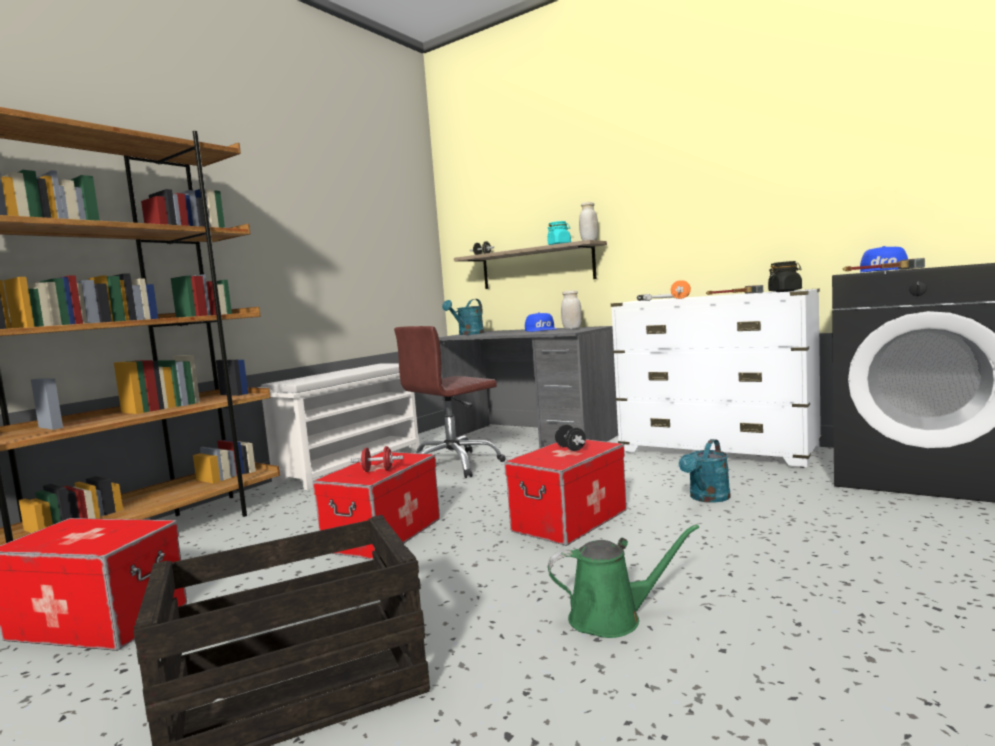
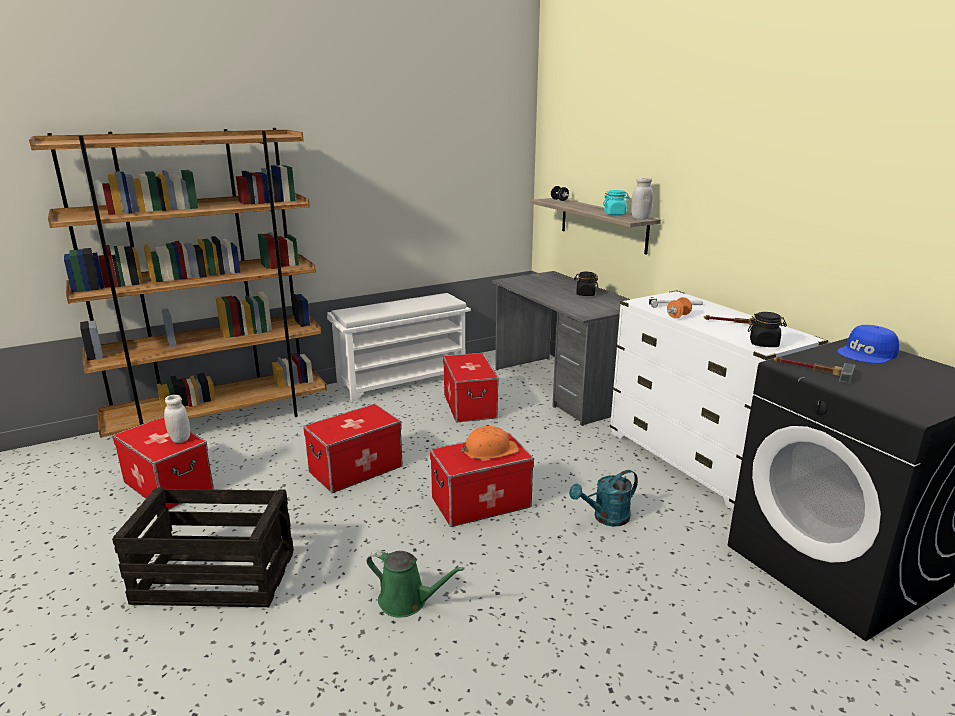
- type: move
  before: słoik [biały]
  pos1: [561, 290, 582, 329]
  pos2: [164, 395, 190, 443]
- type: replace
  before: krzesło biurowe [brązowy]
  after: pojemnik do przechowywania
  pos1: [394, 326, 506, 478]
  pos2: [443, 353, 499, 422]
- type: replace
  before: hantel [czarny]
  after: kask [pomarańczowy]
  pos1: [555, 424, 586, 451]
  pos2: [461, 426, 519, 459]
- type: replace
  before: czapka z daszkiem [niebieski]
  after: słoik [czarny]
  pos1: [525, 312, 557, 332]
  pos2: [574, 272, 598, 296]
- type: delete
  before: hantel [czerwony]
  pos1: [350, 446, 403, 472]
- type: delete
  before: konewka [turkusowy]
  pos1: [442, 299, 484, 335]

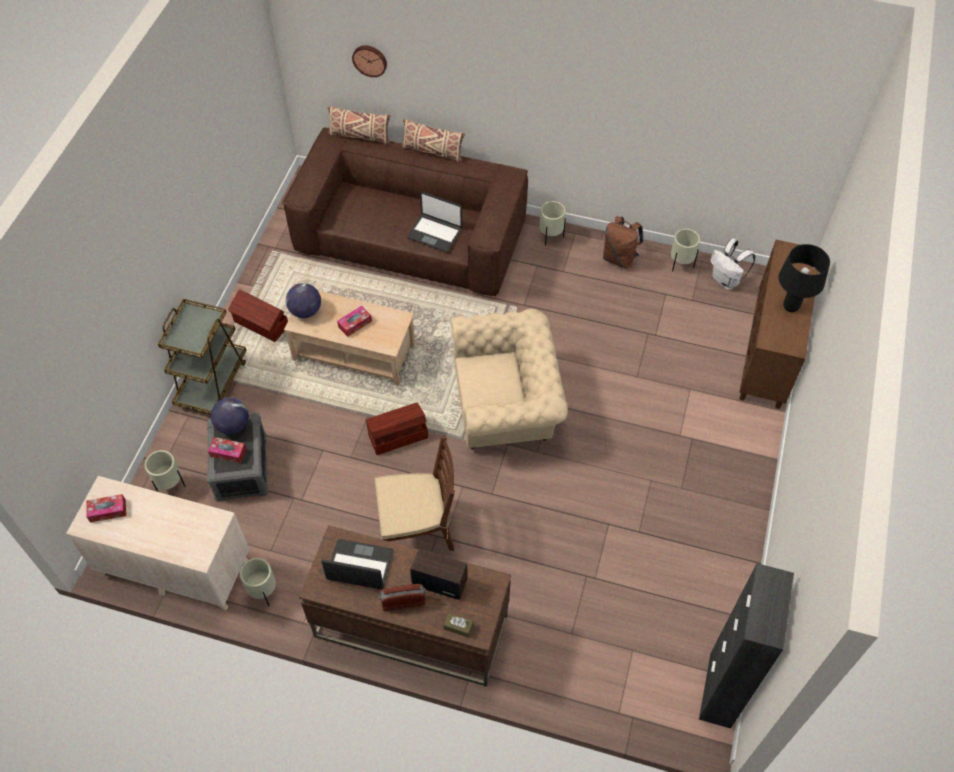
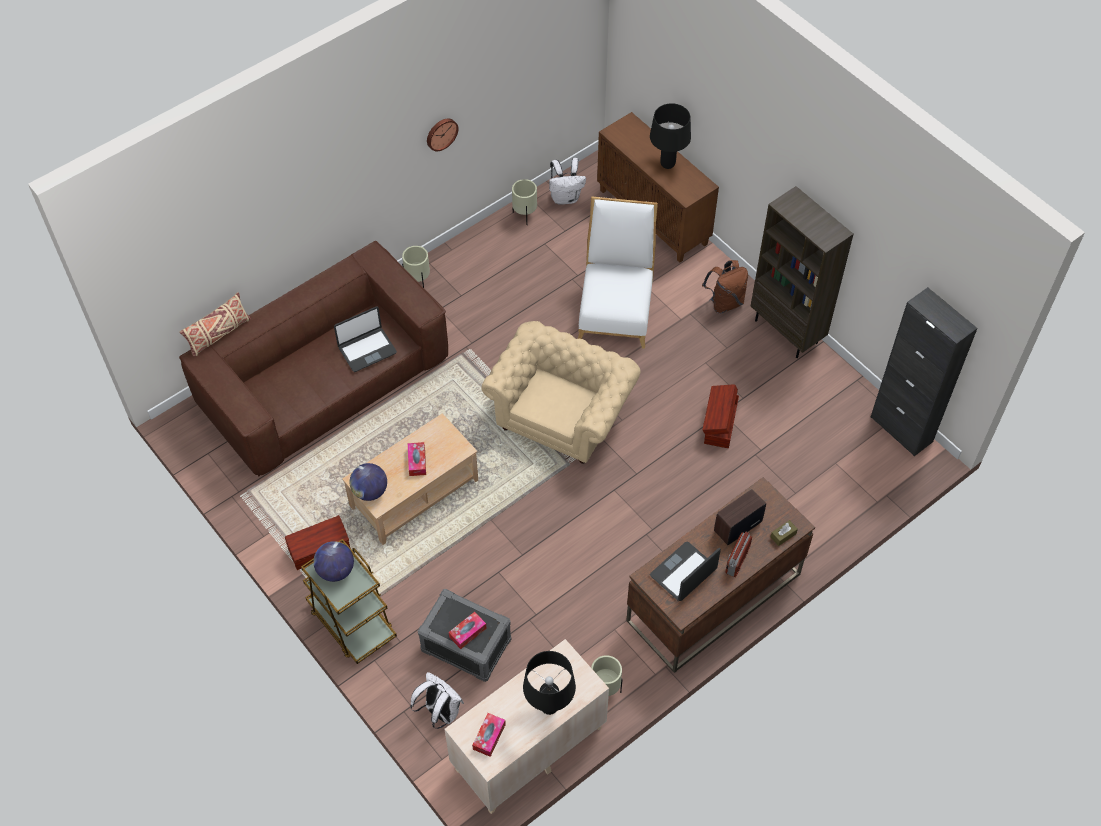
- type: move
  before: globus
  pos1: [211, 397, 249, 434]
  pos2: [313, 541, 354, 582]
- type: replace
  before: donica [beżowy]
  after: plecak [biały]
  pos1: [145, 450, 185, 492]
  pos2: [410, 672, 464, 729]
- type: move
  before: zegar ścienny
  pos1: [352, 45, 387, 77]
  pos2: [427, 118, 459, 151]
- type: insert
  after: lampa stołowa [czarny]
  pos2: [523, 651, 576, 715]
- type: insert
  after: krzesło [biały]
  pos2: [578, 196, 658, 349]
- type: move
  before: plecak [brązowy]
  pos1: [603, 217, 643, 269]
  pos2: [702, 260, 748, 313]
- type: move
  before: pojemnik do przechowywania [brązowy]
  pos1: [365, 403, 428, 455]
  pos2: [703, 384, 739, 448]
- type: insert
  after: regał [brązowy]
  pos2: [751, 186, 853, 358]
- type: delete
  before: krzesło [brązowy]
  pos1: [375, 435, 455, 551]
- type: delete
  before: poduszka [beżowy]
  pos1: [402, 119, 465, 163]

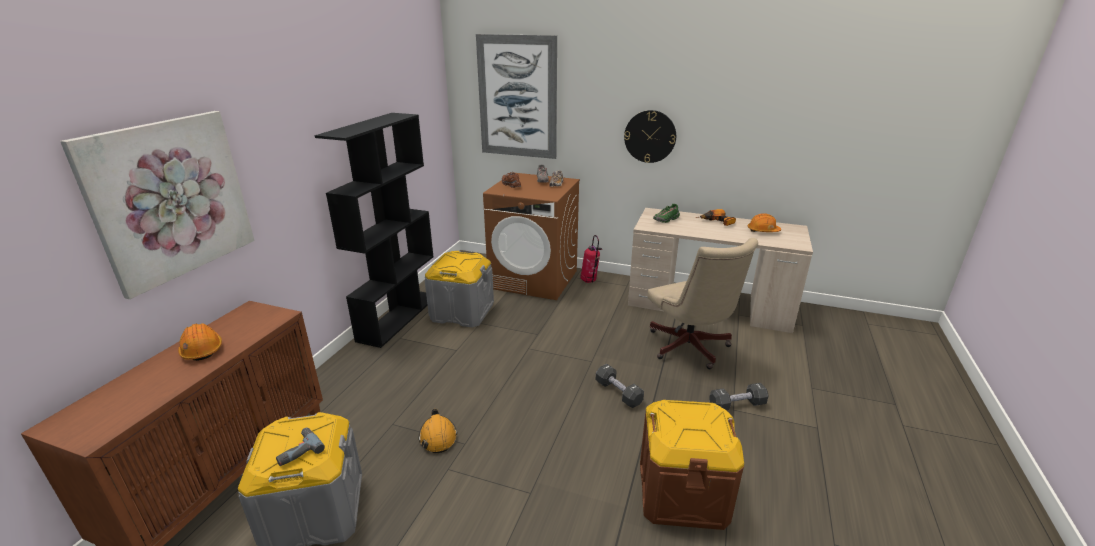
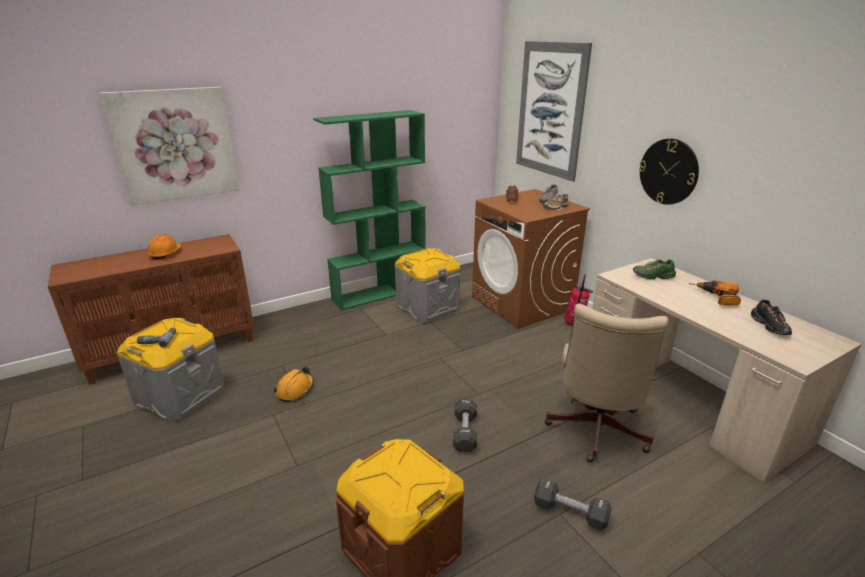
- type: recolor
  before: regał [czarny]
  after: regał [zielony]
  pos1: [315, 113, 434, 348]
  pos2: [313, 110, 426, 311]
- type: replace
  before: kask [pomarańczowy]
  after: but [czarny]
  pos1: [748, 213, 781, 232]
  pos2: [751, 299, 792, 335]

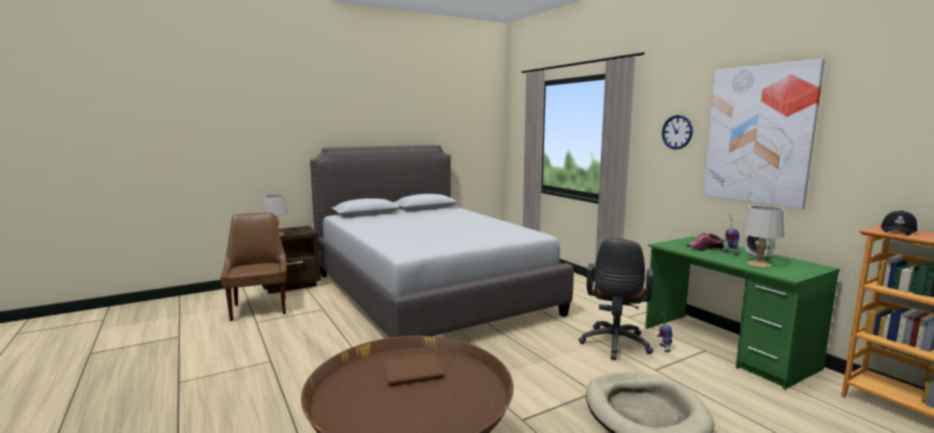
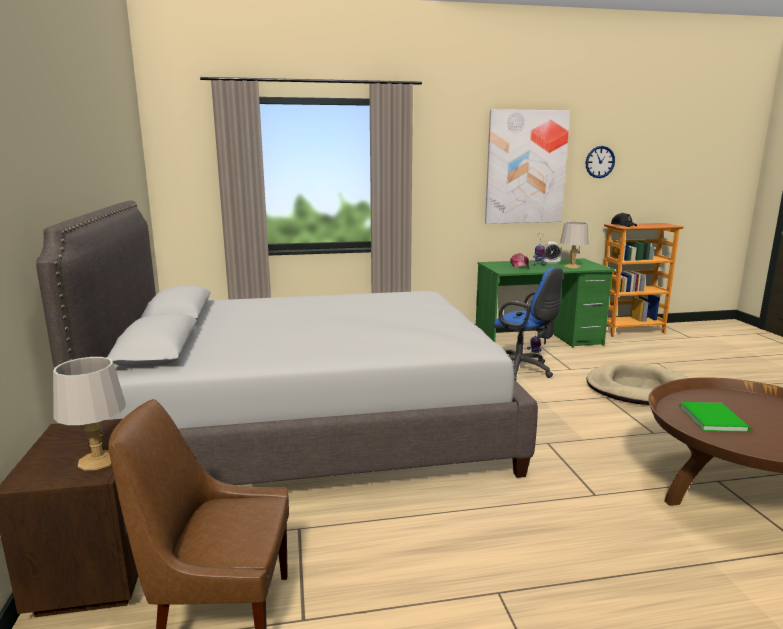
- type: recolor
  before: krzesło biurowe [brązowy]
  after: krzesło biurowe [niebieski]
  pos1: [578, 238, 653, 360]
  pos2: [494, 267, 563, 381]
- type: move
  before: zegar ścienny
  pos1: [662, 115, 693, 149]
  pos2: [586, 146, 615, 178]
- type: recolor
  before: książka [brązowy]
  after: książka [zielony]
  pos1: [383, 353, 444, 387]
  pos2: [680, 402, 750, 432]

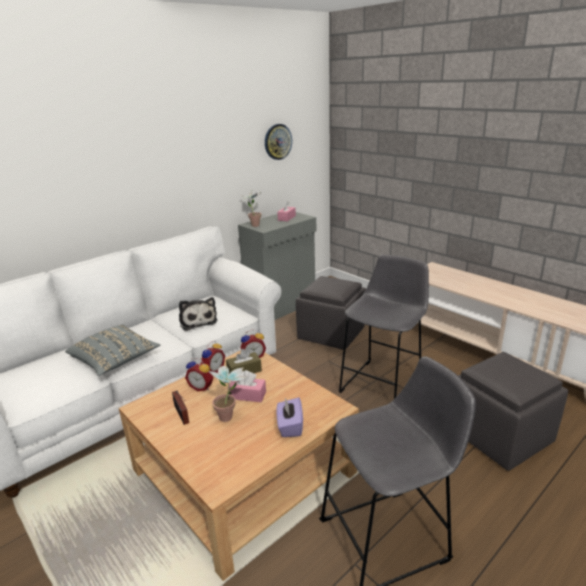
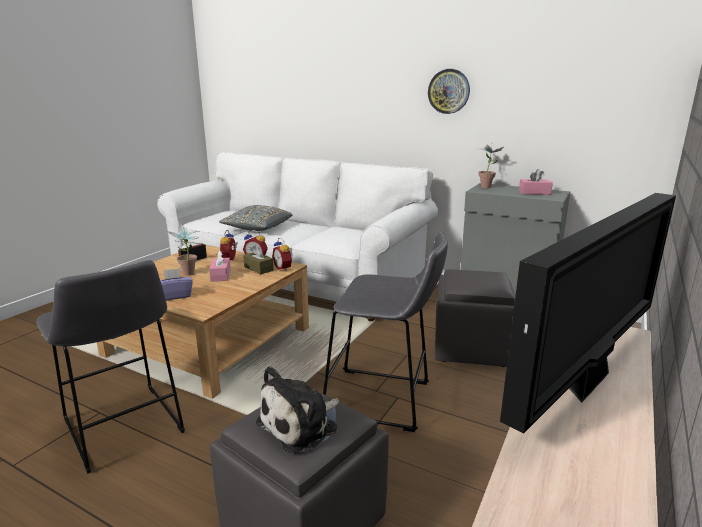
- type: move
  before: pluszak
  pos1: [179, 297, 218, 331]
  pos2: [256, 366, 339, 453]
- type: move
  before: zegar ścienny
  pos1: [265, 124, 292, 160]
  pos2: [428, 69, 470, 114]
- type: insert
  after: telewizor
  pos2: [500, 193, 676, 433]

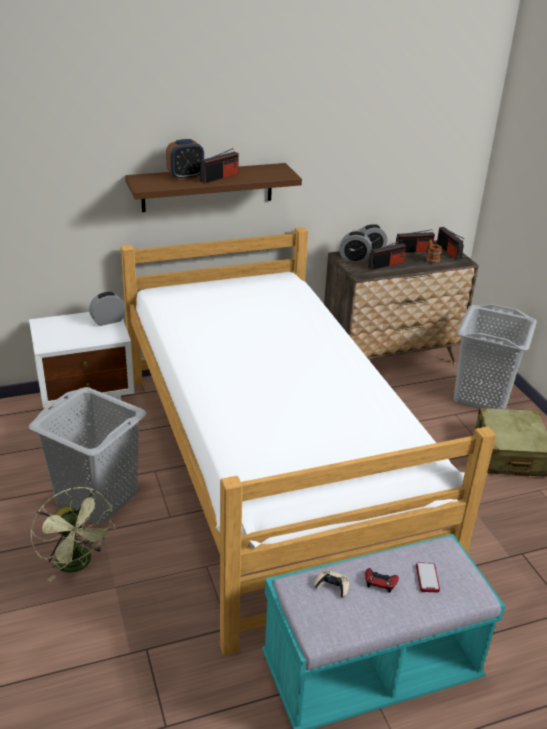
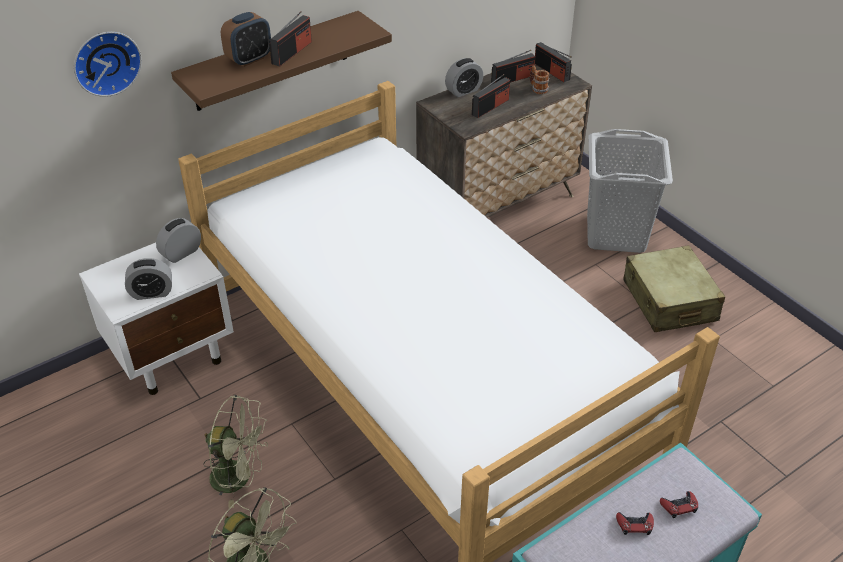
- type: insert
  after: zegar ścienny
  pos2: [74, 32, 142, 97]
- type: move
  before: budzik
  pos1: [340, 232, 372, 263]
  pos2: [125, 258, 172, 300]
- type: replace
  before: kosz na pranie [szary]
  after: wentylator [zielony]
  pos1: [29, 387, 146, 525]
  pos2: [203, 395, 268, 508]
- type: replace
  before: telefon
  after: pad do gier [czerwony]
  pos1: [416, 562, 440, 592]
  pos2: [660, 491, 698, 518]
- type: delete
  before: pad do gier [beżowy]
  pos1: [314, 570, 349, 598]

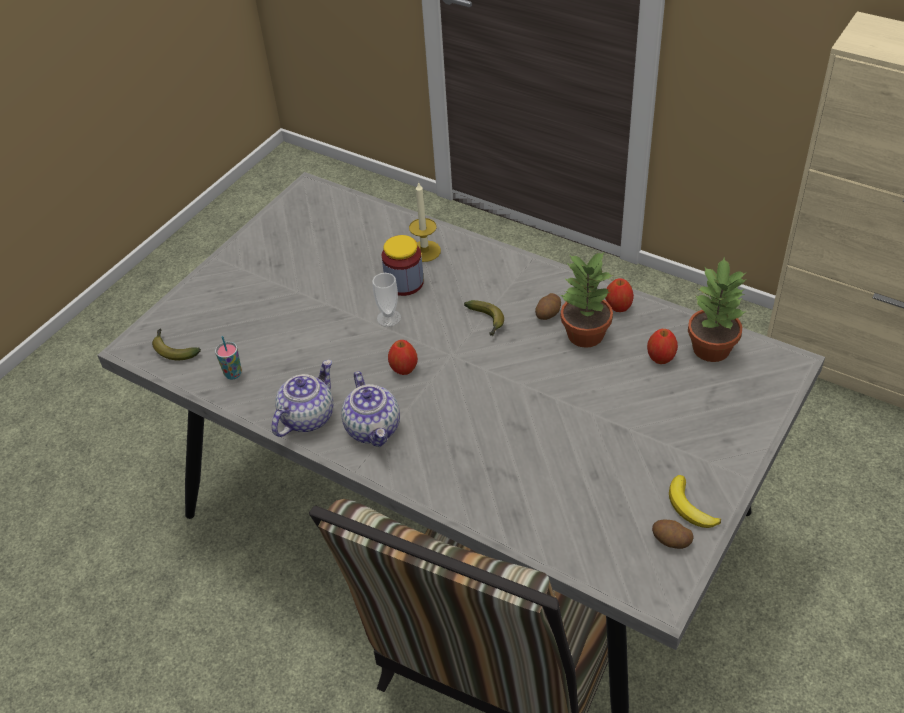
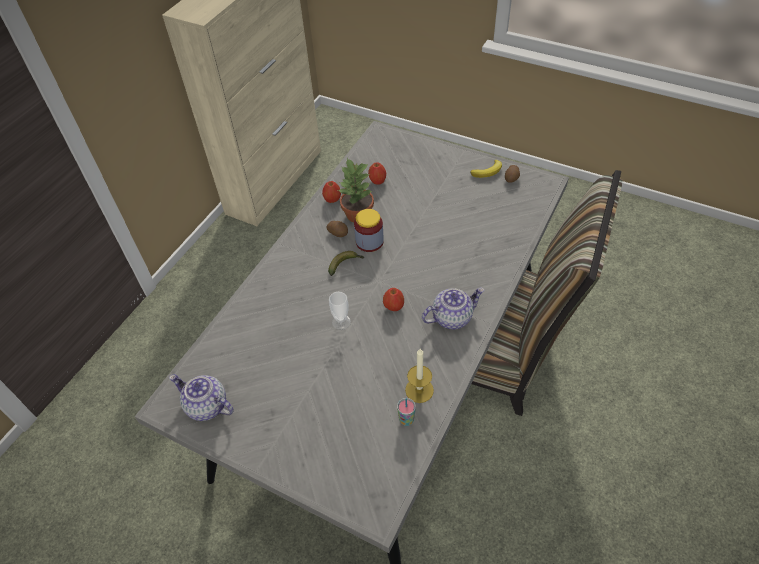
- type: move
  before: imbryk
  pos1: [272, 360, 333, 437]
  pos2: [169, 374, 234, 421]
- type: move
  before: słoik
  pos1: [382, 235, 424, 296]
  pos2: [354, 209, 384, 252]
- type: move
  before: świeca
  pos1: [409, 181, 441, 262]
  pos2: [405, 349, 434, 403]
- type: delete
  before: banan
  pos1: [152, 328, 201, 360]
- type: delete
  before: roślina doniczkowa
  pos1: [688, 258, 747, 362]

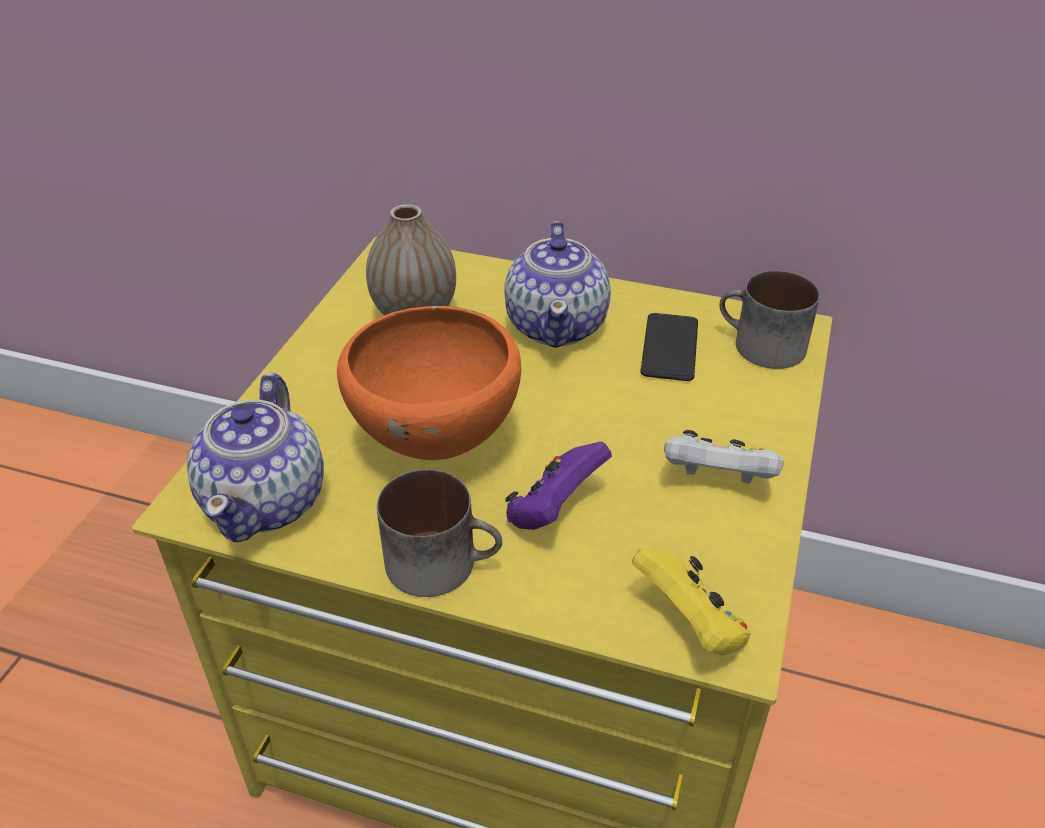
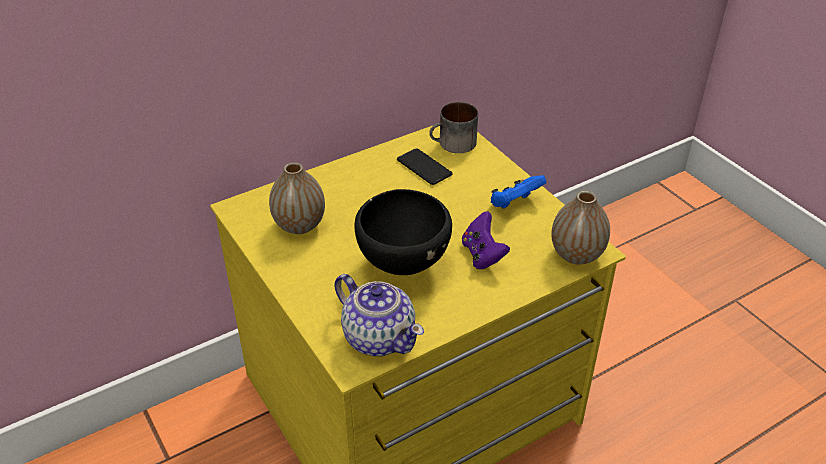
- type: recolor
  before: miska [pomarańczowy]
  after: miska [czarny]
  pos1: [337, 306, 521, 460]
  pos2: [354, 189, 452, 275]
- type: recolor
  before: pad do gier [biały]
  after: pad do gier [niebieski]
  pos1: [664, 430, 784, 484]
  pos2: [491, 175, 546, 209]
- type: replace
  before: pad do gier [żółty]
  after: wazon
  pos1: [632, 547, 751, 656]
  pos2: [551, 191, 610, 264]
- type: delete
  before: kubek
  pos1: [377, 469, 503, 597]
- type: delete
  before: imbryk
  pos1: [504, 221, 611, 348]

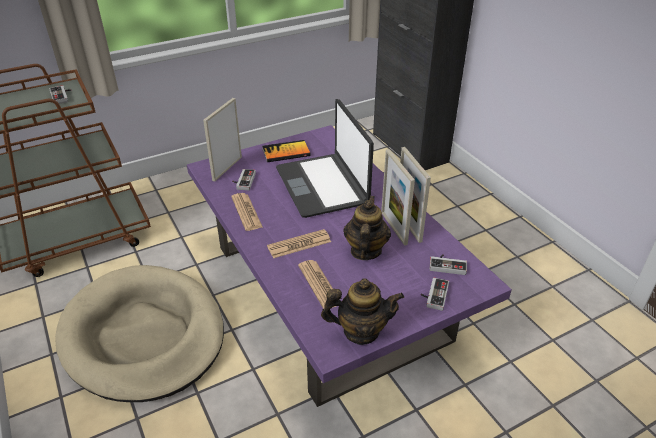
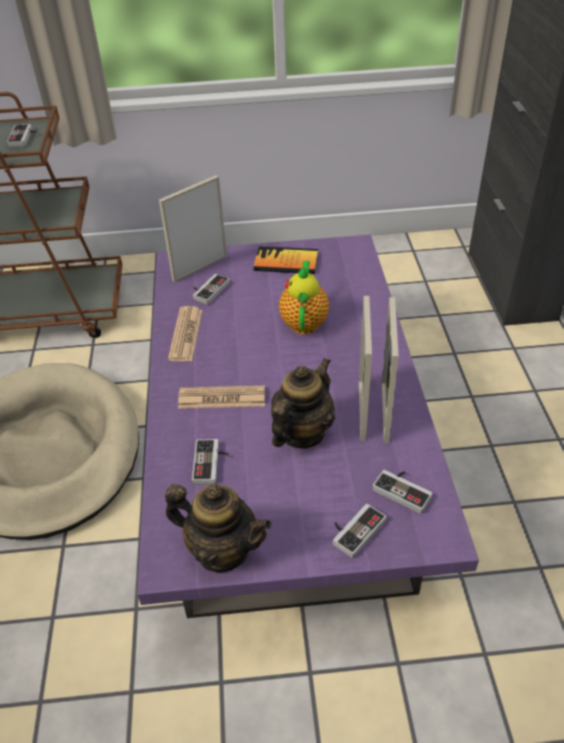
- type: replace
  before: gazeta
  after: pad do gier
  pos1: [298, 260, 340, 309]
  pos2: [192, 439, 229, 485]
- type: replace
  before: laptop
  after: imbryk
  pos1: [276, 99, 374, 218]
  pos2: [279, 261, 329, 334]

